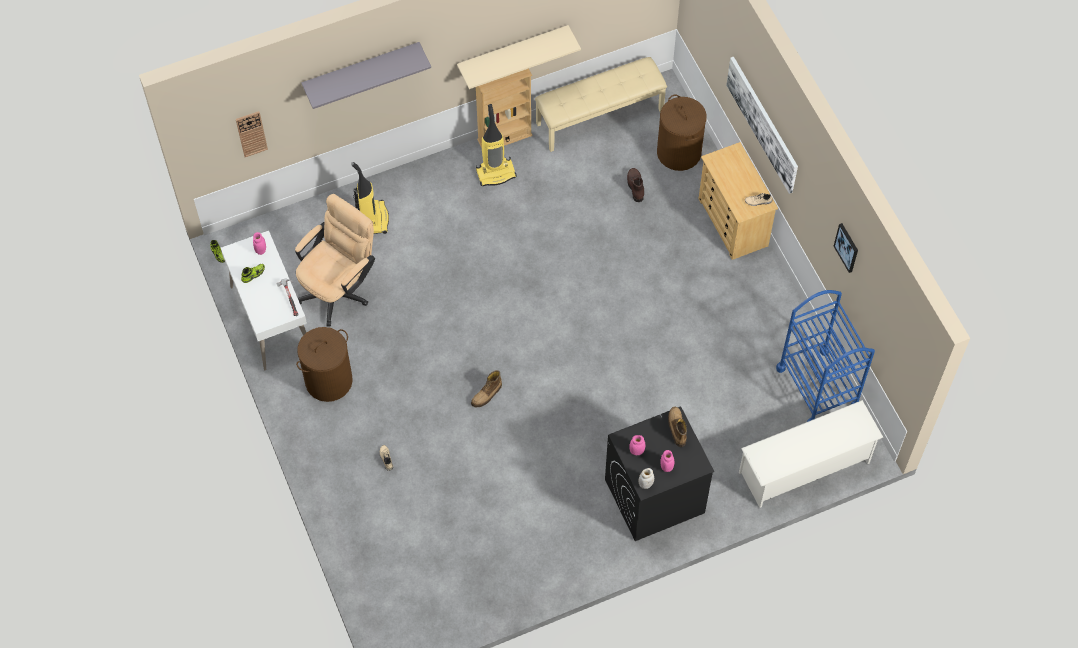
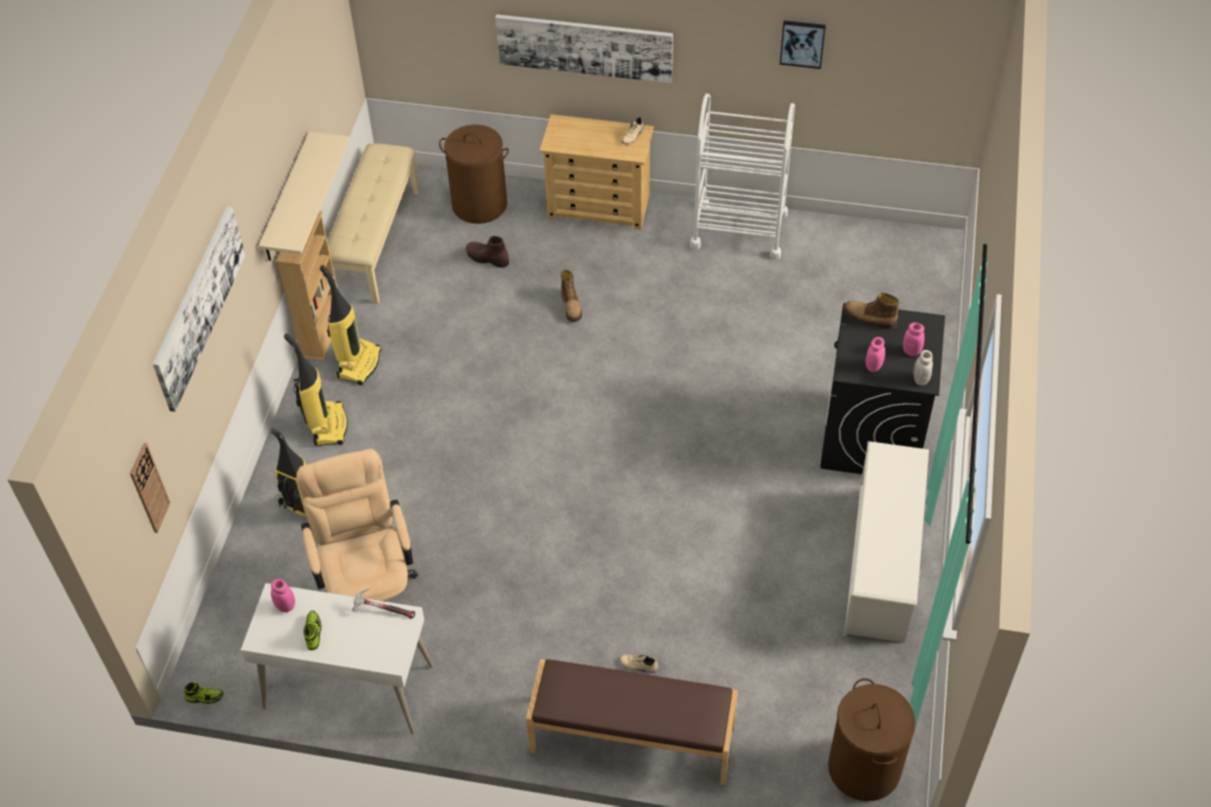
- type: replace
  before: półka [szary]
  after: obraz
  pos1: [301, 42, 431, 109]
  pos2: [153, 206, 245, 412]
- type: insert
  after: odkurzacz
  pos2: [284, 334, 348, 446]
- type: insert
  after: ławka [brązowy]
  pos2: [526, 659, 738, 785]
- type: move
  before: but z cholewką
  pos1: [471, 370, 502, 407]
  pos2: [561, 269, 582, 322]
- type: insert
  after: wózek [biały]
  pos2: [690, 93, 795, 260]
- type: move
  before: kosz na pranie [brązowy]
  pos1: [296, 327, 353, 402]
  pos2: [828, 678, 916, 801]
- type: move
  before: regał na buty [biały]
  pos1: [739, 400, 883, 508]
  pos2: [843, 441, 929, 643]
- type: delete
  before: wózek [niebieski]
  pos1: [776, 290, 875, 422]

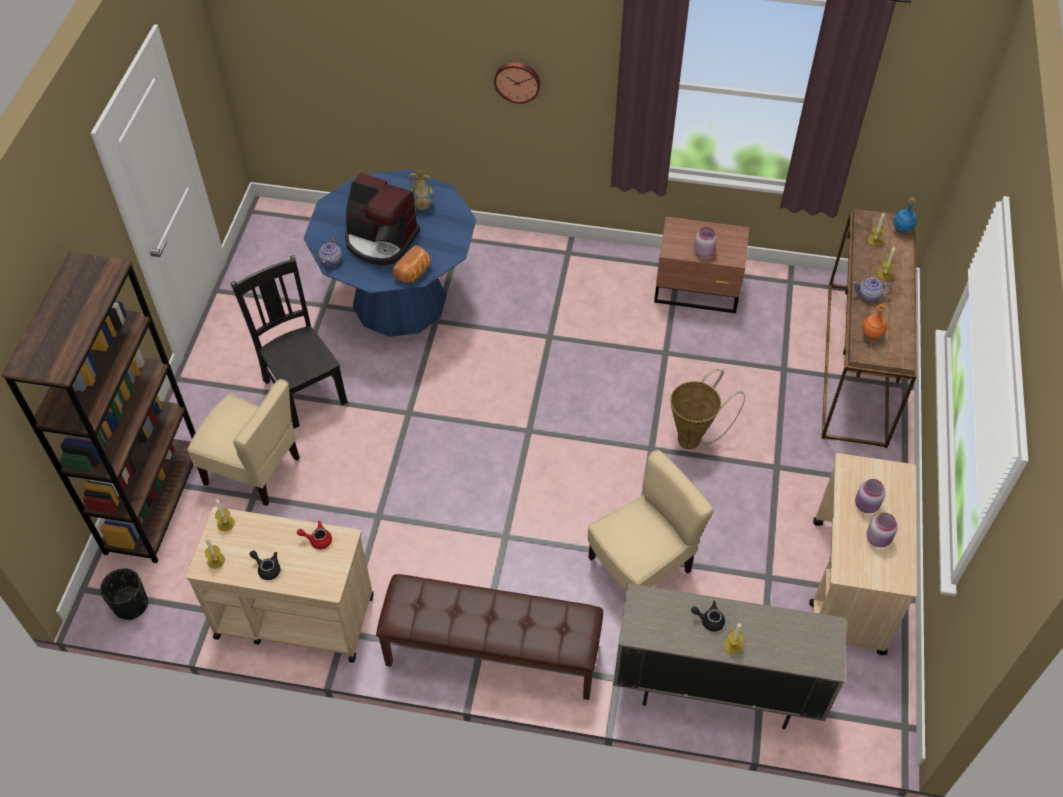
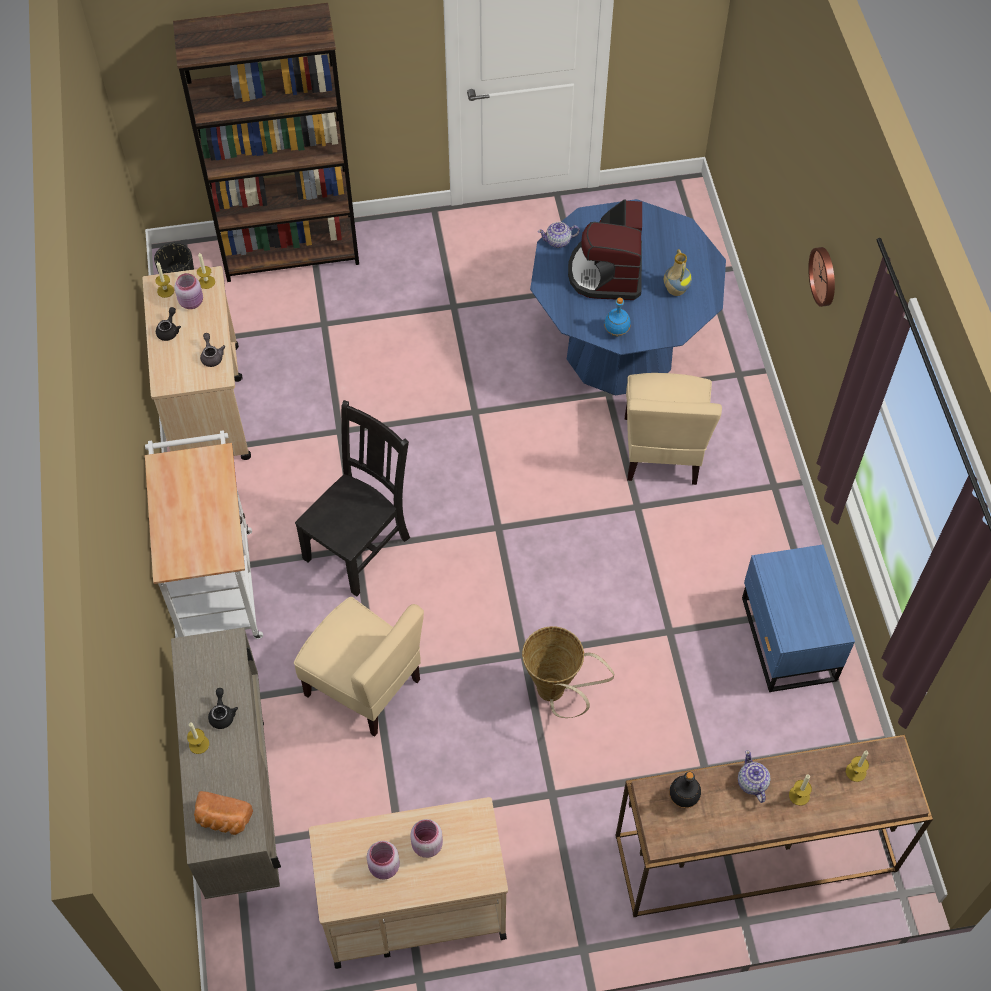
- type: replace
  before: ławka [brązowy]
  after: wózek [biały]
  pos1: [376, 574, 603, 700]
  pos2: [145, 430, 263, 639]
- type: move
  before: słoik [różowy]
  pos1: [694, 227, 717, 258]
  pos2: [174, 273, 203, 309]
- type: move
  before: chleb
  pos1: [393, 245, 431, 283]
  pos2: [194, 791, 253, 835]
- type: recolor
  before: imbryk [czerwony]
  after: imbryk [szary]
  pos1: [297, 521, 332, 549]
  pos2: [200, 333, 225, 367]
- type: move
  before: krzesło [czarny]
  pos1: [231, 255, 348, 429]
  pos2: [295, 400, 410, 597]
- type: move
  before: butelka [niebieski]
  pos1: [893, 197, 917, 234]
  pos2: [604, 298, 631, 337]
- type: move
  before: krzesło [beżowy]
  pos1: [187, 379, 300, 506]
  pos2: [625, 373, 722, 485]
- type: recolor
  before: butelka [pomarańczowy]
  after: butelka [czarny]
  pos1: [862, 304, 887, 340]
  pos2: [669, 772, 701, 808]
- type: recolor
  before: szafka nocna [brązowy]
  after: szafka nocna [niebieski]
  pos1: [654, 217, 749, 313]
  pos2: [742, 545, 855, 692]

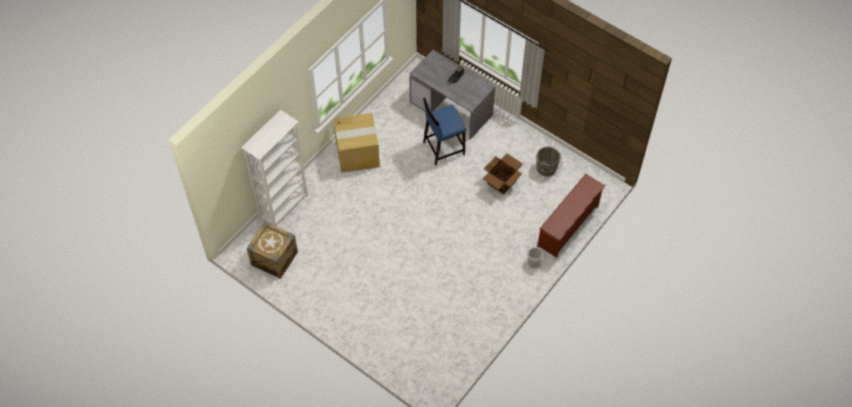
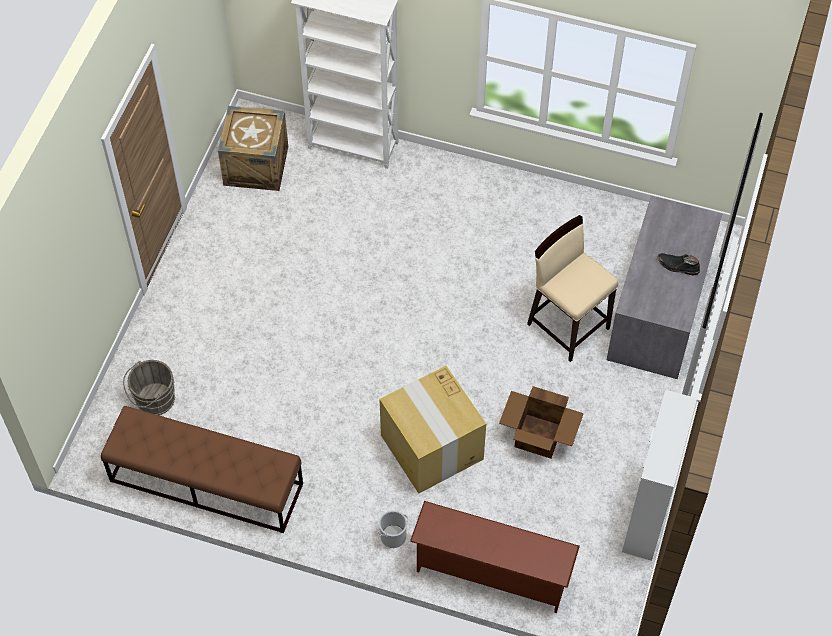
- type: insert
  after: ławka [brązowy]
  pos2: [101, 406, 303, 533]
- type: move
  before: wiadro [szary]
  pos1: [536, 147, 562, 177]
  pos2: [123, 360, 176, 415]
- type: move
  before: karton
  pos1: [333, 113, 380, 173]
  pos2: [379, 366, 486, 494]
- type: recolor
  before: stołek [niebieski]
  after: stołek [beżowy]
  pos1: [423, 98, 466, 166]
  pos2: [527, 215, 618, 362]
- type: insert
  after: szafka [biały]
  pos2: [622, 390, 697, 561]

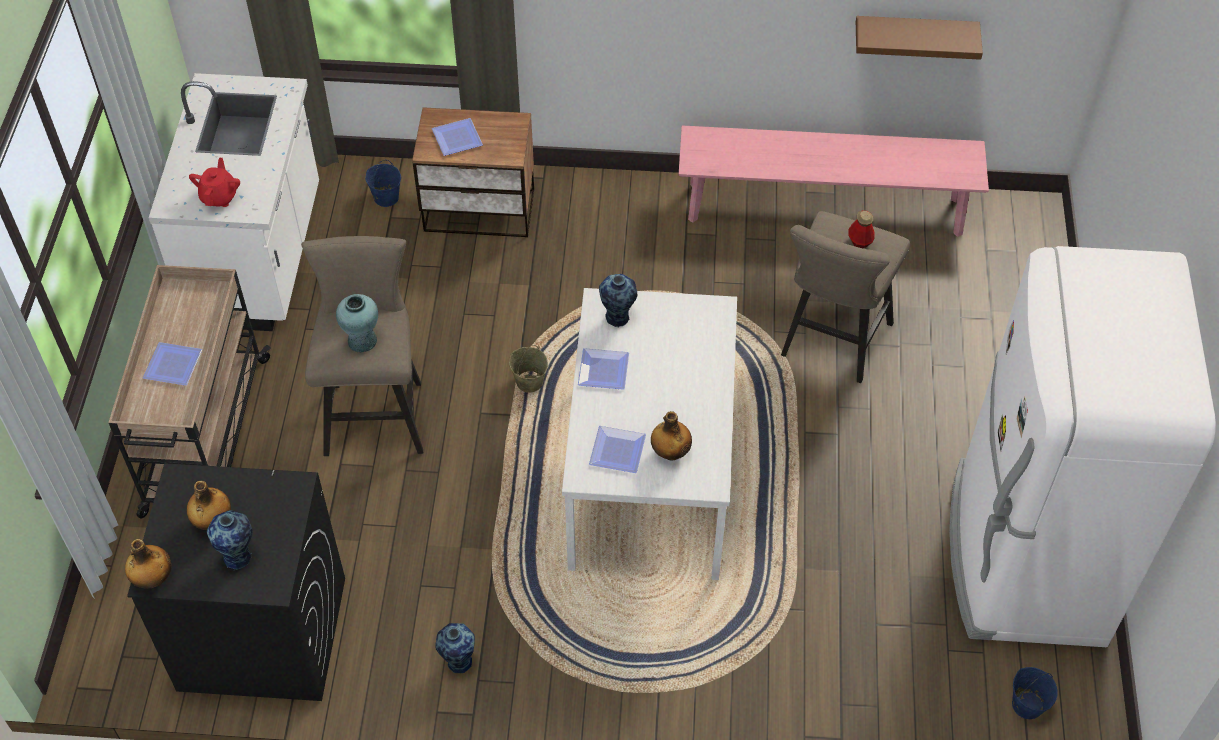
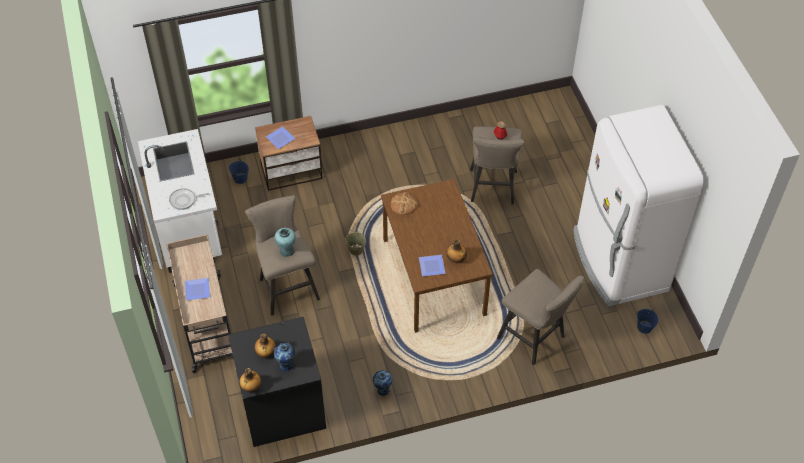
- type: replace
  before: imbryk [czerwony]
  after: patelnia
  pos1: [189, 158, 240, 207]
  pos2: [169, 188, 209, 210]
- type: recolor
  before: stół jadalny [biały]
  after: stół jadalny [brązowy]
  pos1: [562, 288, 737, 580]
  pos2: [381, 179, 493, 333]
- type: replace
  before: wazon
  after: chleb
  pos1: [599, 274, 638, 327]
  pos2: [391, 192, 418, 215]
- type: insert
  after: stołek [beżowy]
  pos2: [497, 269, 585, 365]
- type: delete
  before: talerz
  pos1: [578, 348, 629, 390]
- type: delete
  before: ławka [różowy]
  pos1: [679, 126, 989, 237]
- type: delete
  before: półka [brązowy]
  pos1: [856, 16, 983, 60]

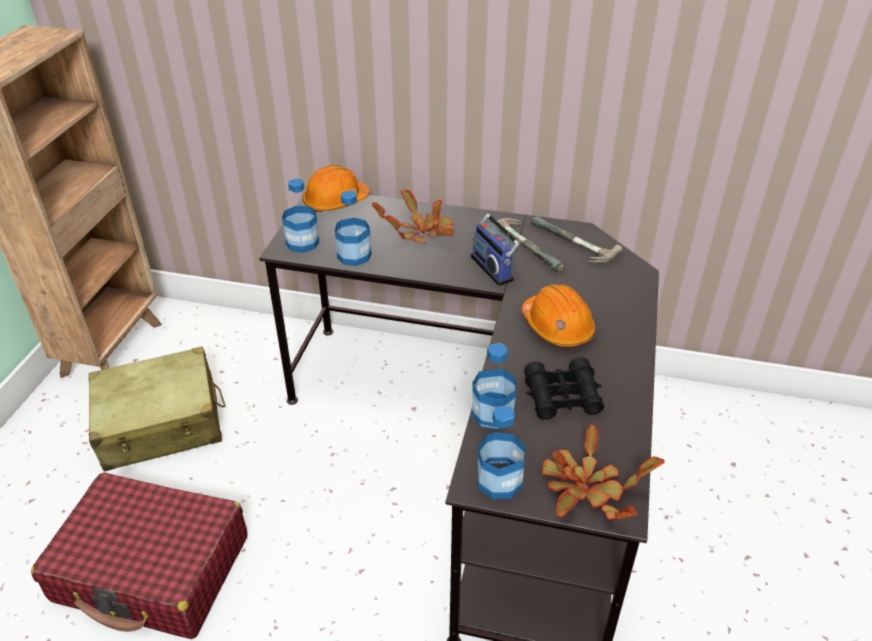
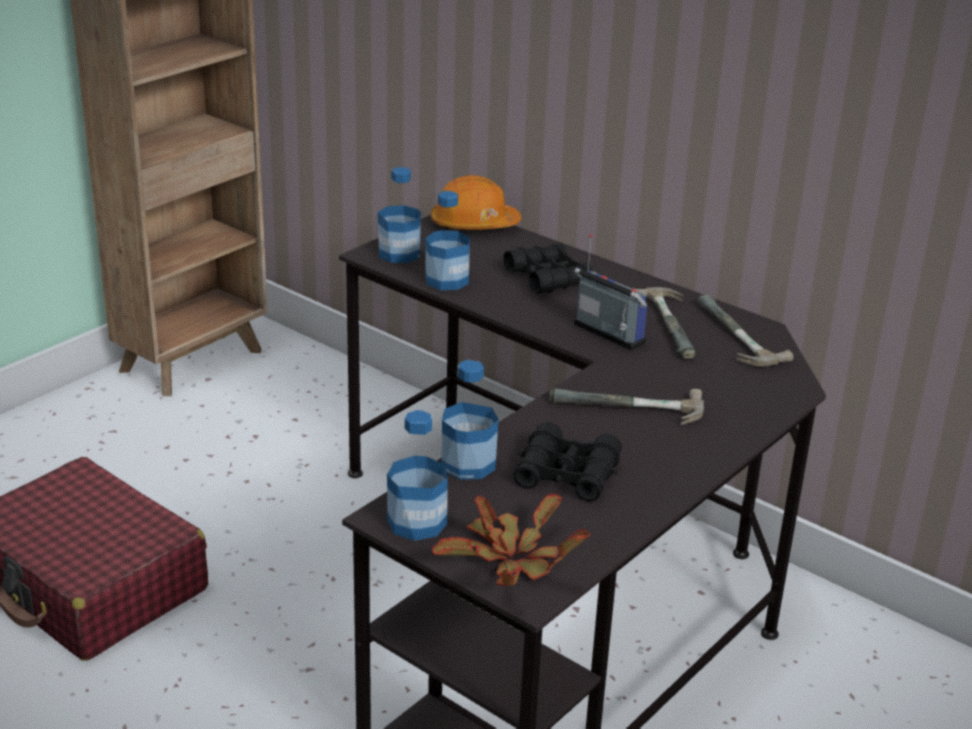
- type: replace
  before: roślina doniczkowa
  after: lornetka [czarny]
  pos1: [372, 189, 454, 243]
  pos2: [503, 243, 593, 293]
- type: replace
  before: kask [pomarańczowy]
  after: młotek
  pos1: [522, 284, 595, 347]
  pos2: [550, 388, 704, 425]
- type: rotate
  before: radio
  pos1: [471, 213, 520, 286]
  pos2: [574, 234, 647, 350]
  turn: 135
- type: delete
  before: walizka [beżowy]
  pos1: [89, 347, 225, 471]

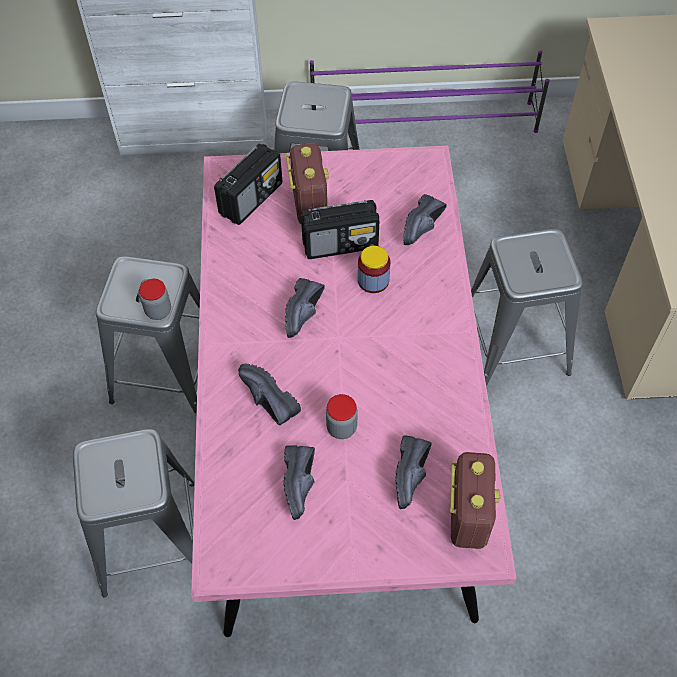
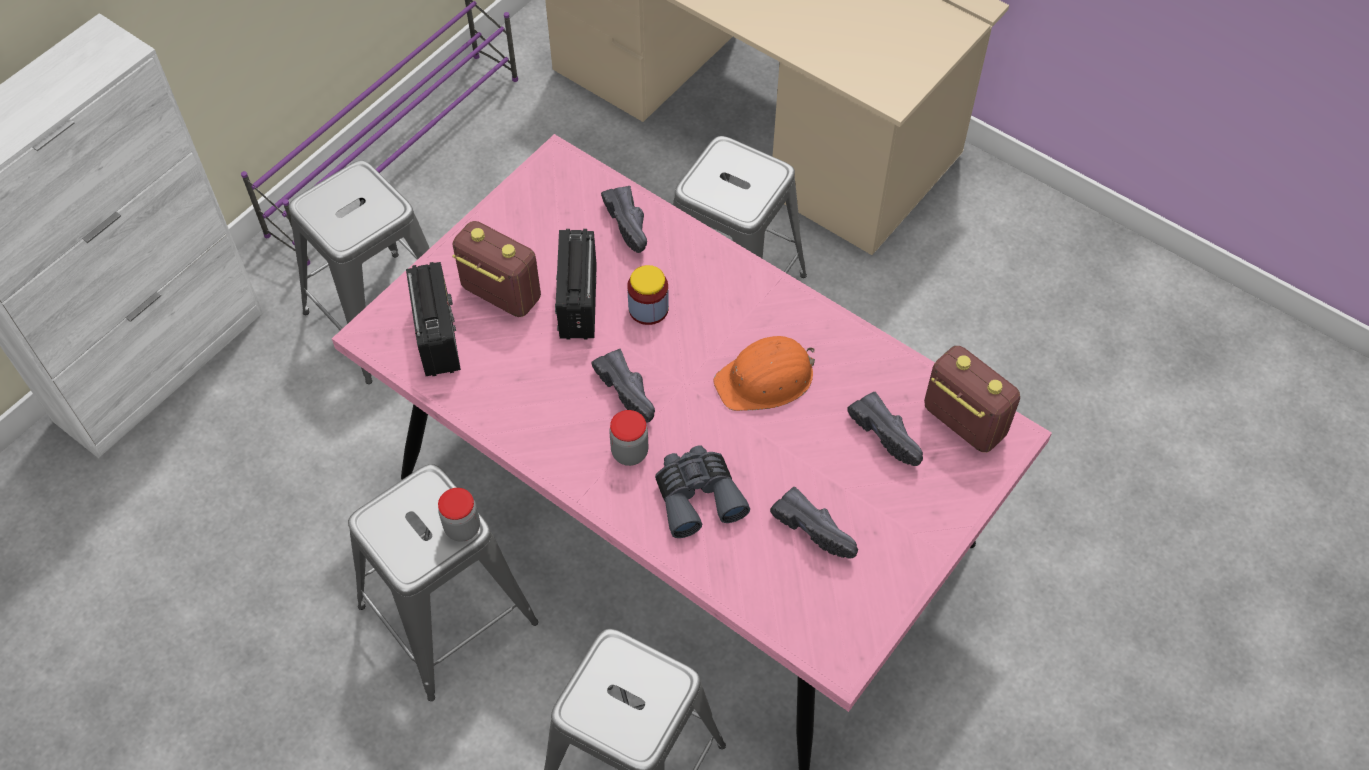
- type: rotate
  before: radio
  pos1: [301, 200, 379, 259]
  pos2: [555, 229, 597, 340]
  turn: 150
- type: move
  before: słoik
  pos1: [326, 394, 357, 439]
  pos2: [609, 410, 648, 466]
- type: replace
  before: but [czarny]
  after: lornetka [szary]
  pos1: [238, 364, 301, 425]
  pos2: [655, 445, 750, 538]
- type: insert
  after: kask [pomarańczowy]
  pos2: [714, 336, 815, 411]

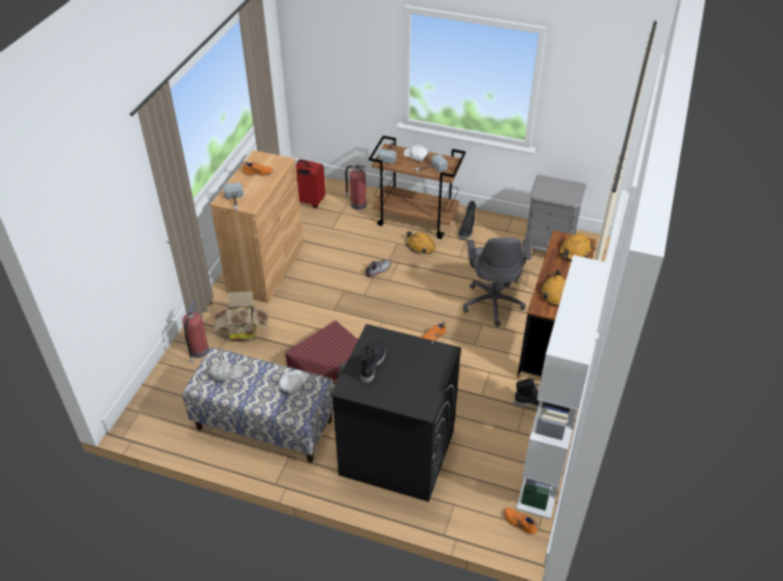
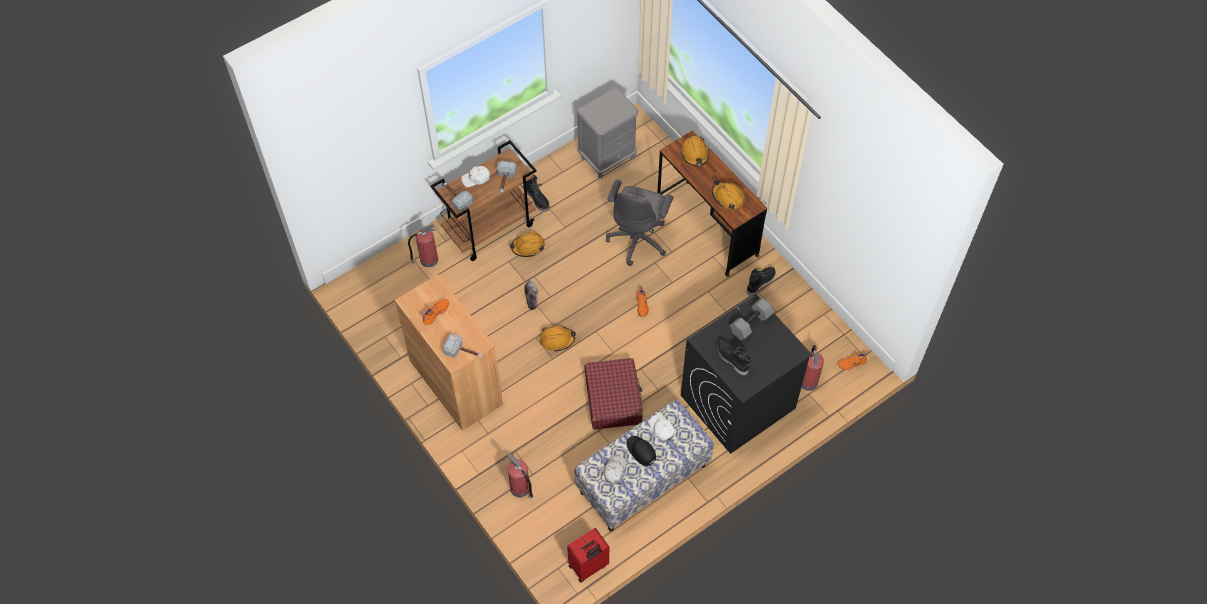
- type: insert
  after: kask [pomarańczowy]
  pos2: [540, 326, 576, 352]
- type: move
  before: walizka [czerwony]
  pos1: [295, 159, 326, 208]
  pos2: [567, 528, 609, 583]
- type: rotate
  before: krzesło biurowe [szary]
  pos1: [463, 237, 532, 327]
  pos2: [606, 180, 673, 266]
  turn: 75
- type: insert
  after: czapka z daszkiem [czarny]
  pos2: [627, 436, 656, 466]
- type: insert
  after: hantel [szary]
  pos2: [730, 298, 774, 340]
- type: insert
  after: gaśnica
  pos2: [802, 345, 824, 391]
- type: delete
  before: karton
  pos1: [214, 291, 268, 342]
- type: delete
  before: regał [biały]
  pos1: [516, 255, 612, 519]

